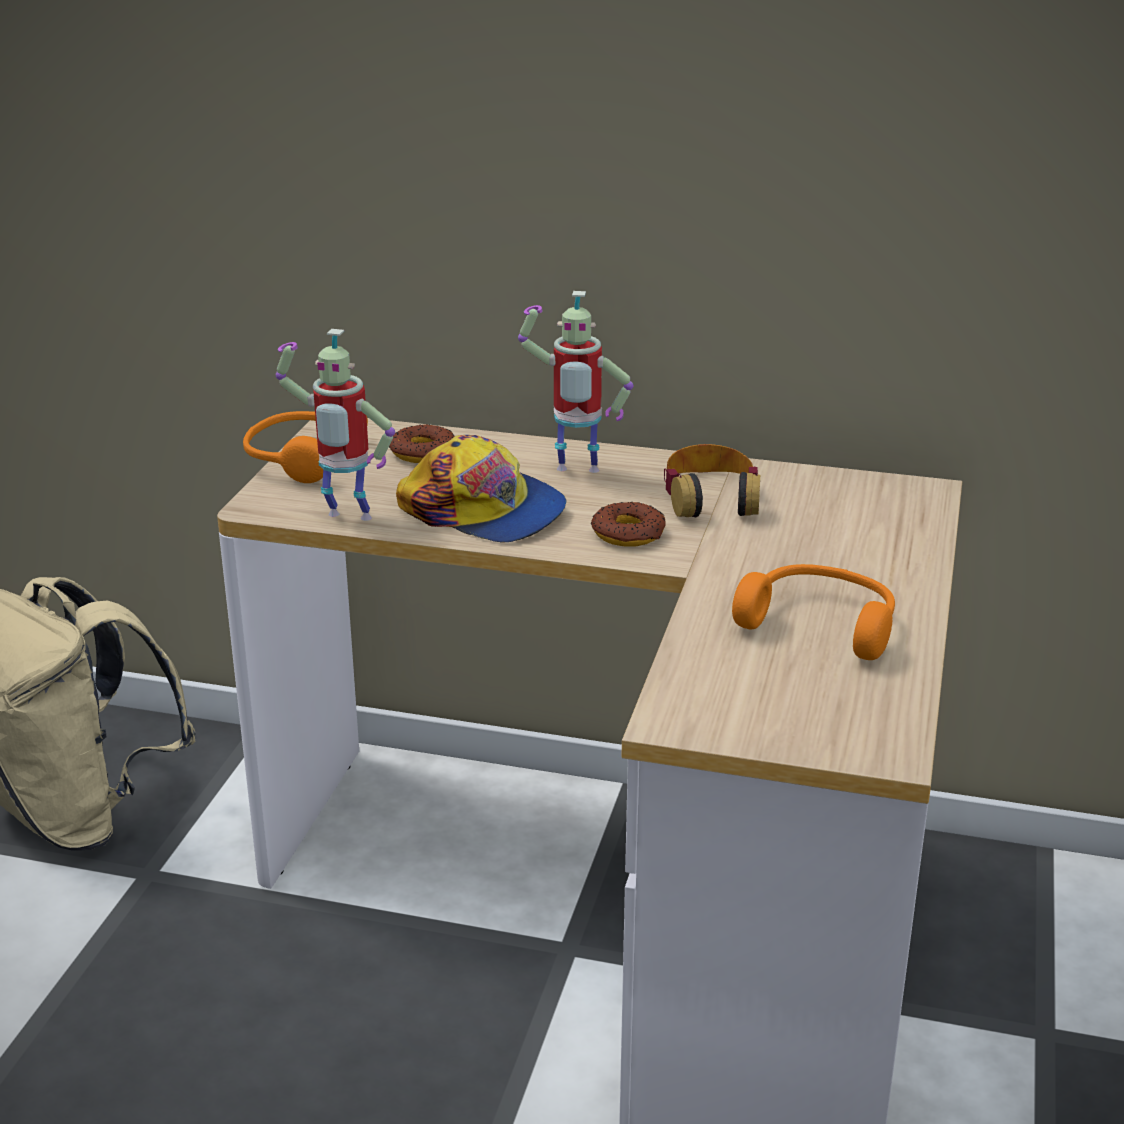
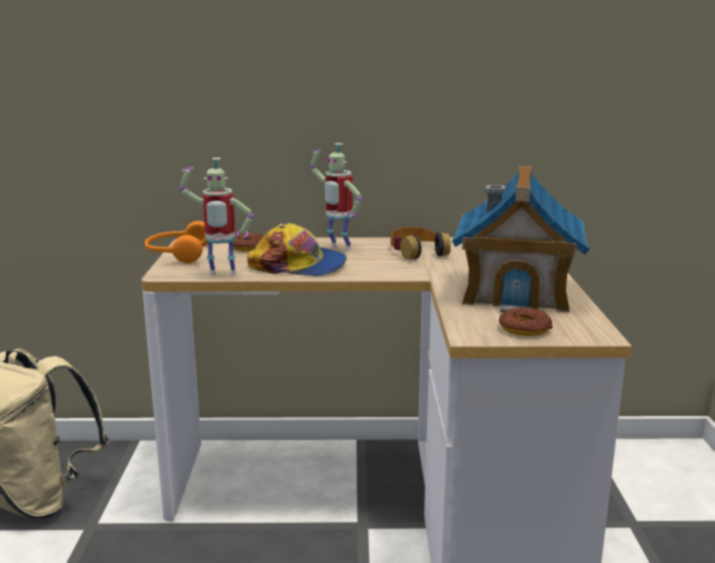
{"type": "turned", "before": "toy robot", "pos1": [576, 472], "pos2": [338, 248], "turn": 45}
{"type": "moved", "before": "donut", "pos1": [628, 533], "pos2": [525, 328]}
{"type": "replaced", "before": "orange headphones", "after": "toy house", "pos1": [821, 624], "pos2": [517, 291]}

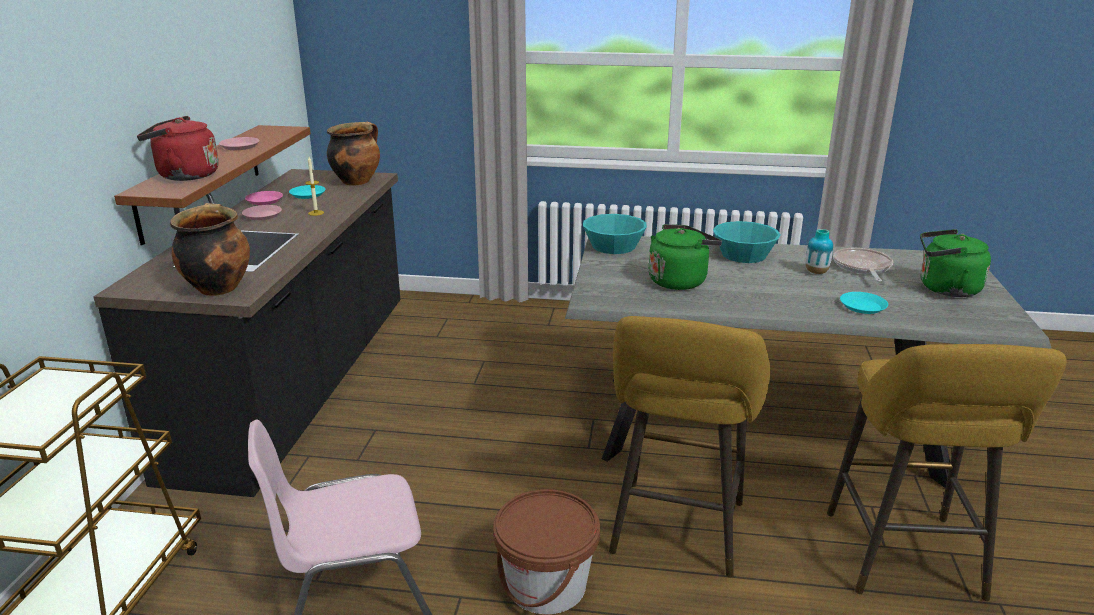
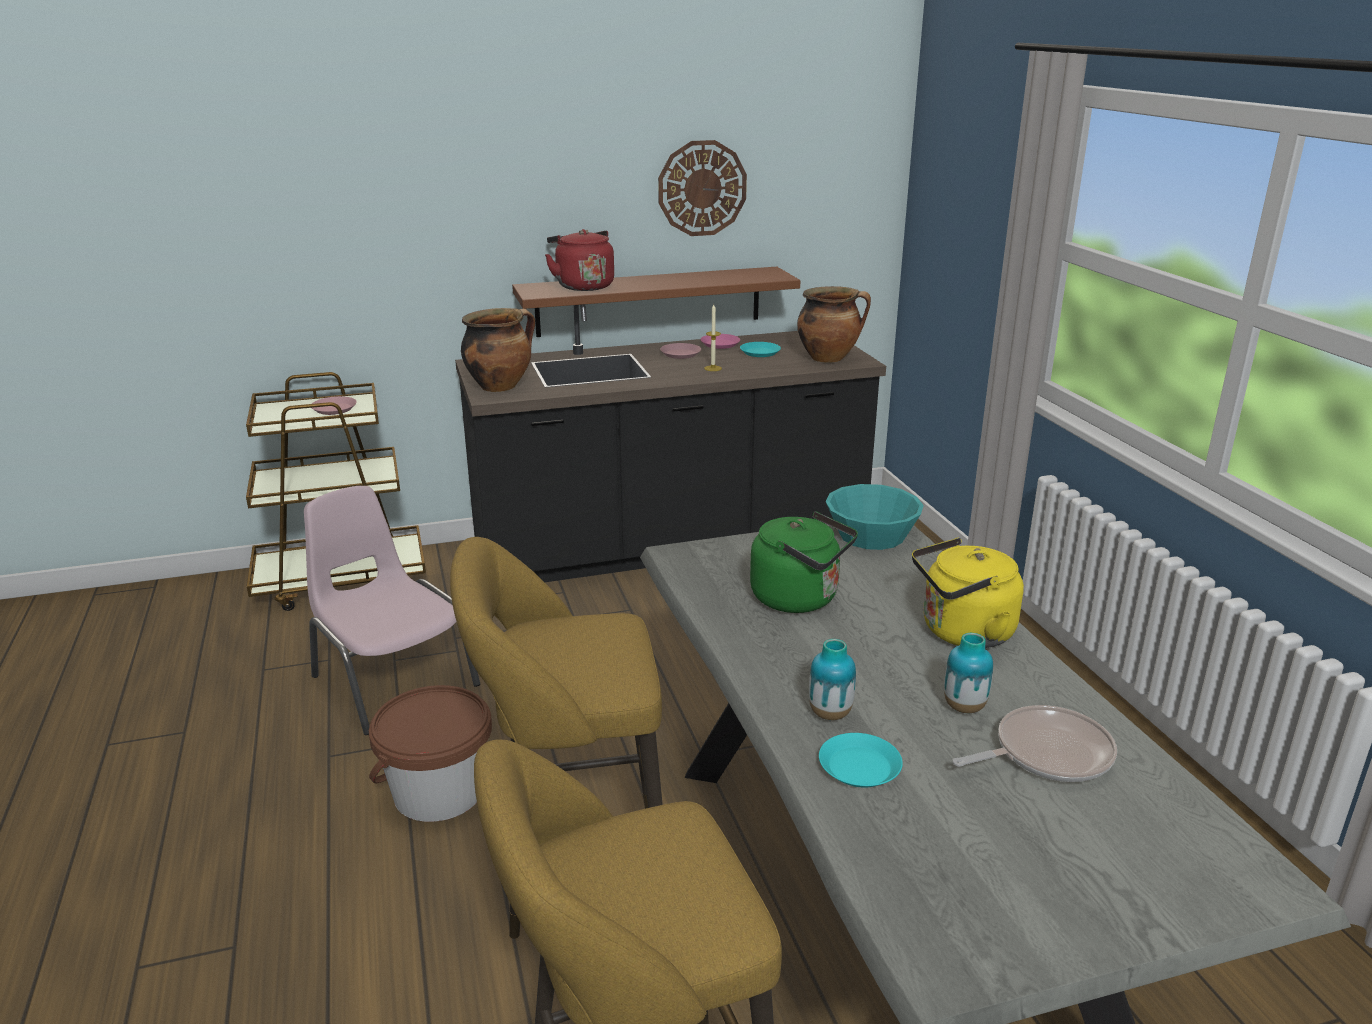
{"type": "moved", "before": "pink plate", "pos1": [240, 146], "pos2": [334, 409]}
{"type": "replaced", "before": "turquoise bowl", "after": "yellow kettle", "pos1": [744, 255], "pos2": [962, 633]}
{"type": "removed", "before": "green kettle", "pos1": [945, 289]}
{"type": "added", "after": "wall clock", "pos2": [702, 188]}
{"type": "added", "after": "vase", "pos2": [830, 714]}

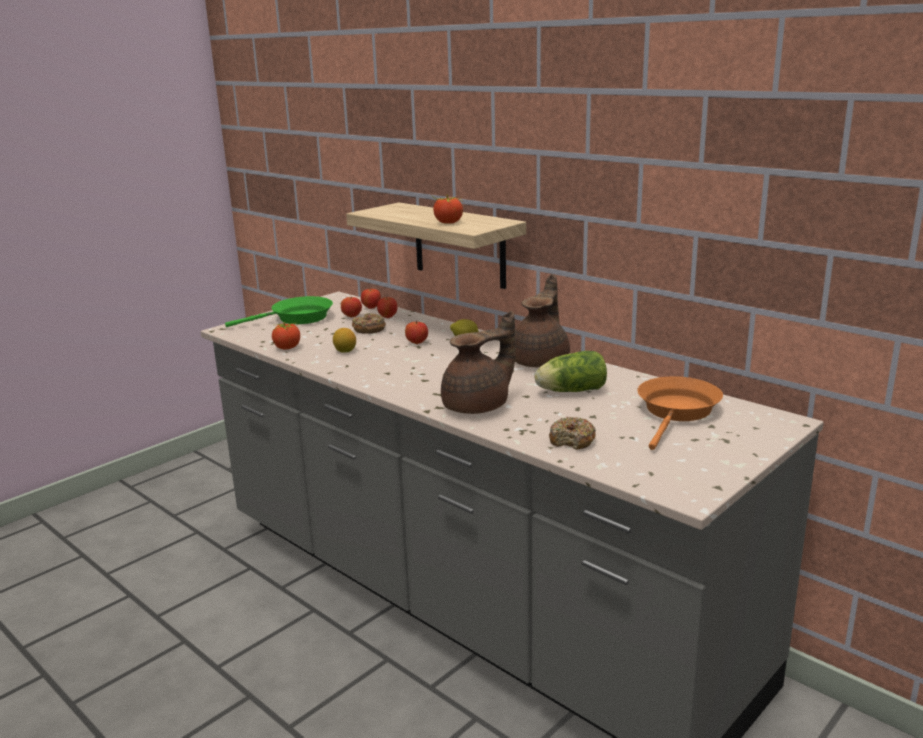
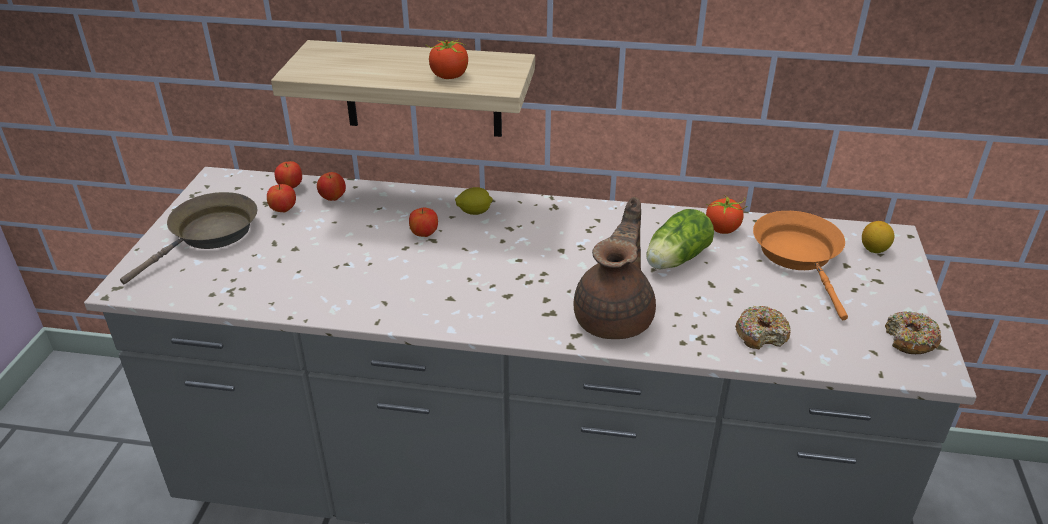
{"type": "recoloured", "before": "green frying pan", "after": "brown frying pan", "pos1": [297, 318], "pos2": [209, 235]}
{"type": "moved", "before": "tomato", "pos1": [287, 347], "pos2": [722, 229]}
{"type": "moved", "before": "lemon", "pos1": [345, 351], "pos2": [874, 249]}
{"type": "moved", "before": "donut", "pos1": [369, 329], "pos2": [910, 340]}
{"type": "removed", "before": "brown teapot", "pos1": [542, 361]}

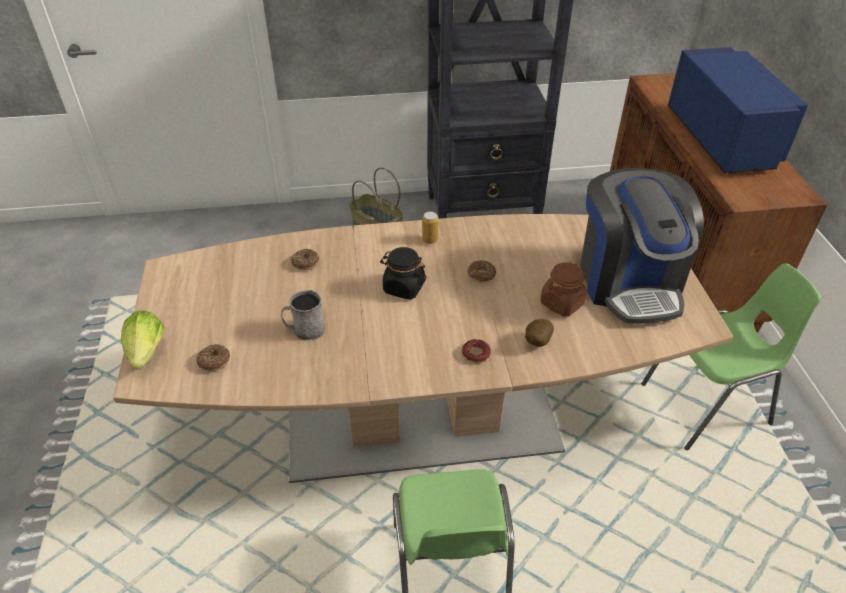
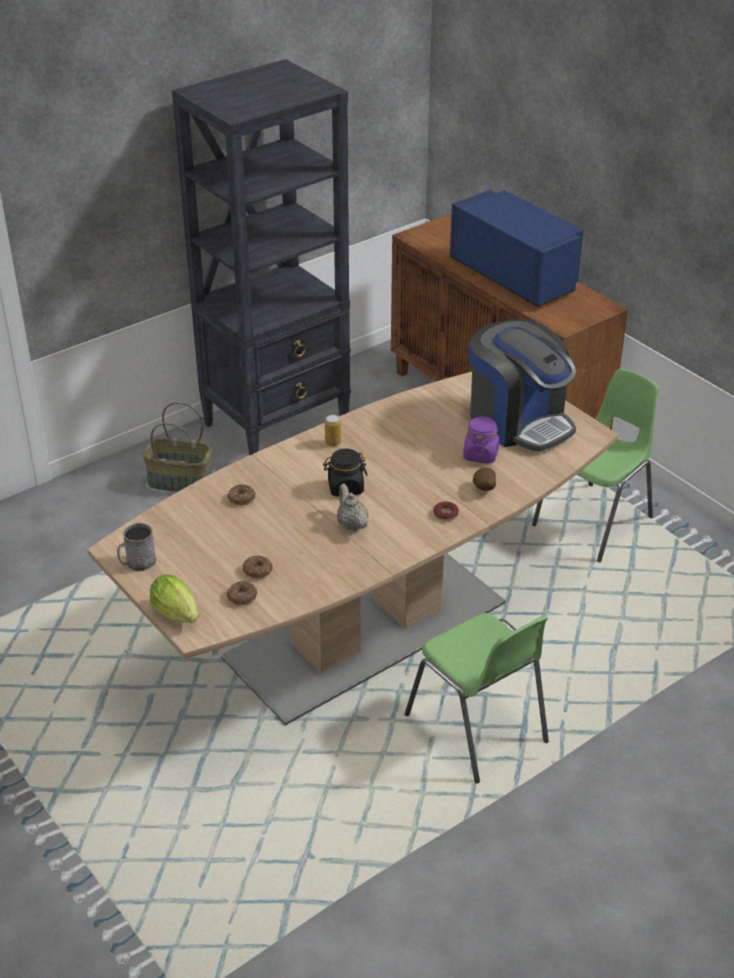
{"type": "moved", "before": "grey mug", "pos1": [305, 330], "pos2": [137, 563]}
{"type": "moved", "before": "donut", "pos1": [481, 275], "pos2": [257, 571]}
{"type": "recoloured", "before": "brown jar", "after": "purple jar", "pos1": [562, 303], "pos2": [480, 454]}
{"type": "added", "after": "beige teapot", "pos2": [351, 524]}

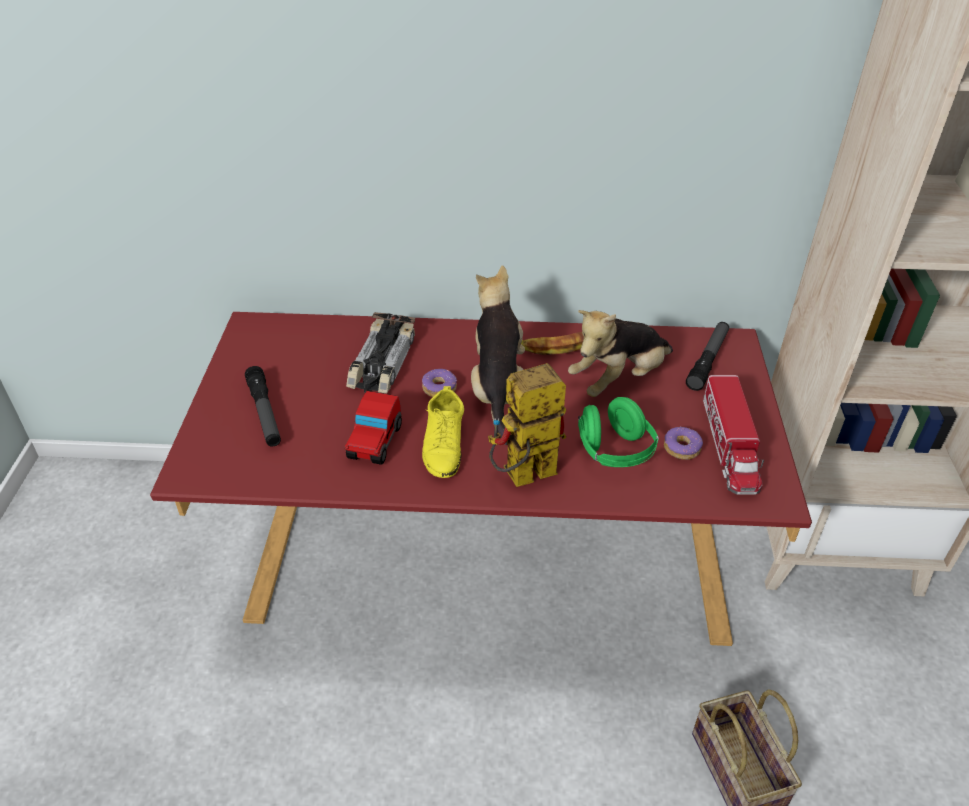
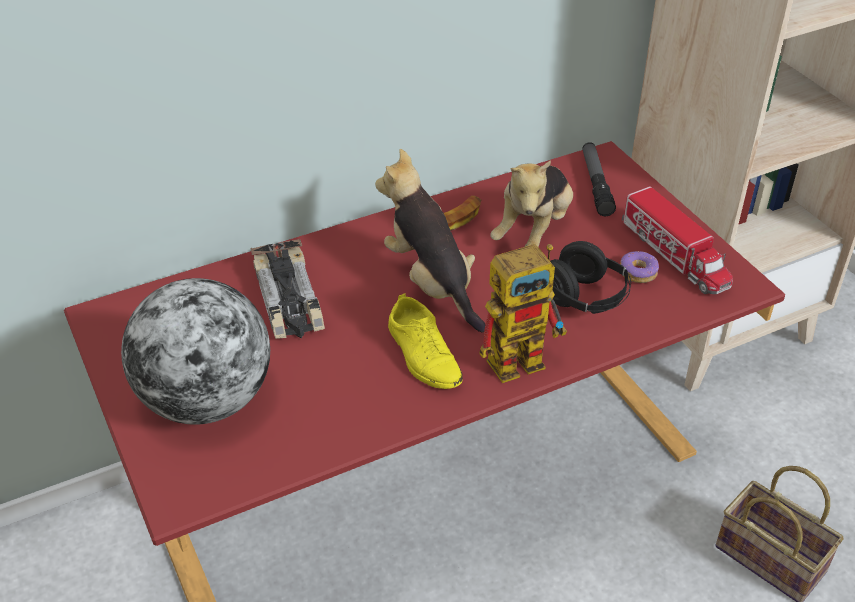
{"type": "replaced", "before": "flashlight", "after": "globe", "pos1": [265, 413], "pos2": [207, 401]}
{"type": "removed", "before": "toy car", "pos1": [375, 442]}
{"type": "removed", "before": "donut", "pos1": [439, 388]}
{"type": "turned", "before": "toy robot", "pos1": [522, 478], "pos2": [524, 357], "turn": -150}
{"type": "recoloured", "before": "green headphones", "after": "black headphones", "pos1": [614, 451], "pos2": [585, 299]}

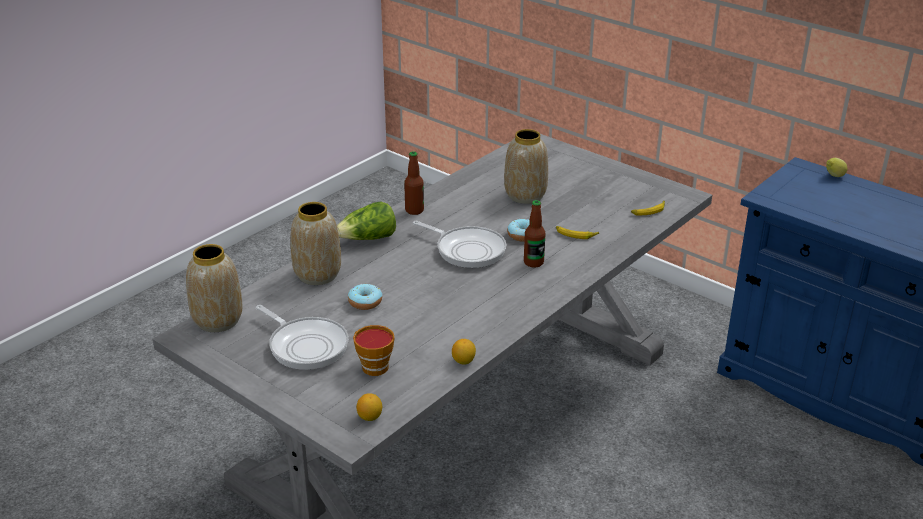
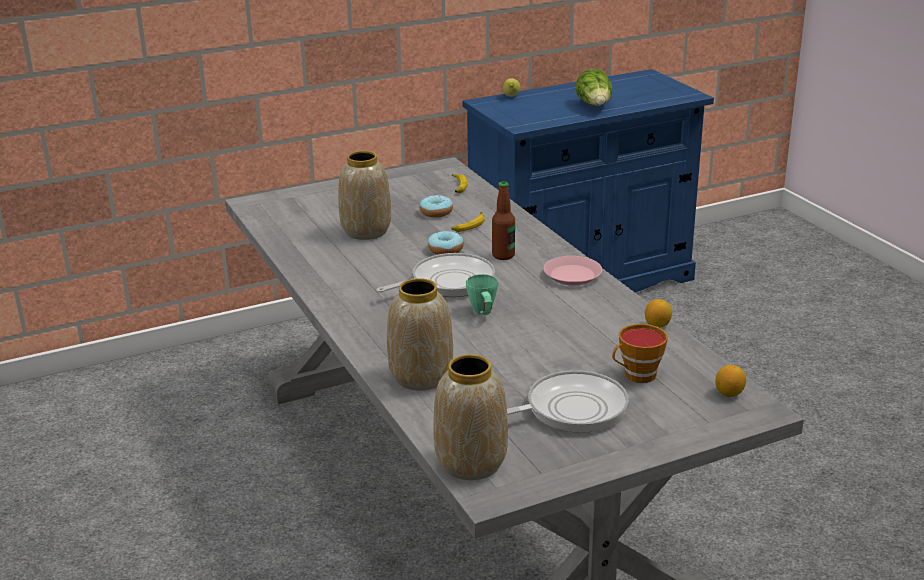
{"type": "moved", "before": "lettuce", "pos1": [368, 239], "pos2": [595, 106]}
{"type": "moved", "before": "donut", "pos1": [365, 302], "pos2": [436, 212]}
{"type": "removed", "before": "bottle", "pos1": [414, 210]}
{"type": "added", "after": "green mug", "pos2": [483, 314]}
{"type": "added", "after": "pink plate", "pos2": [572, 275]}

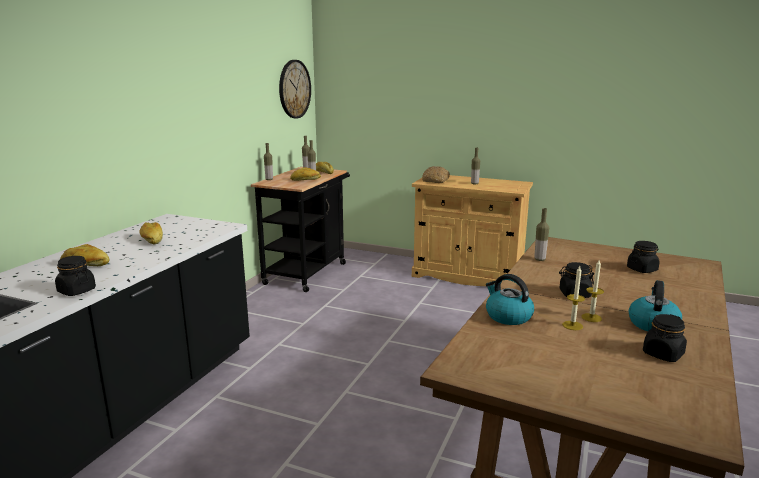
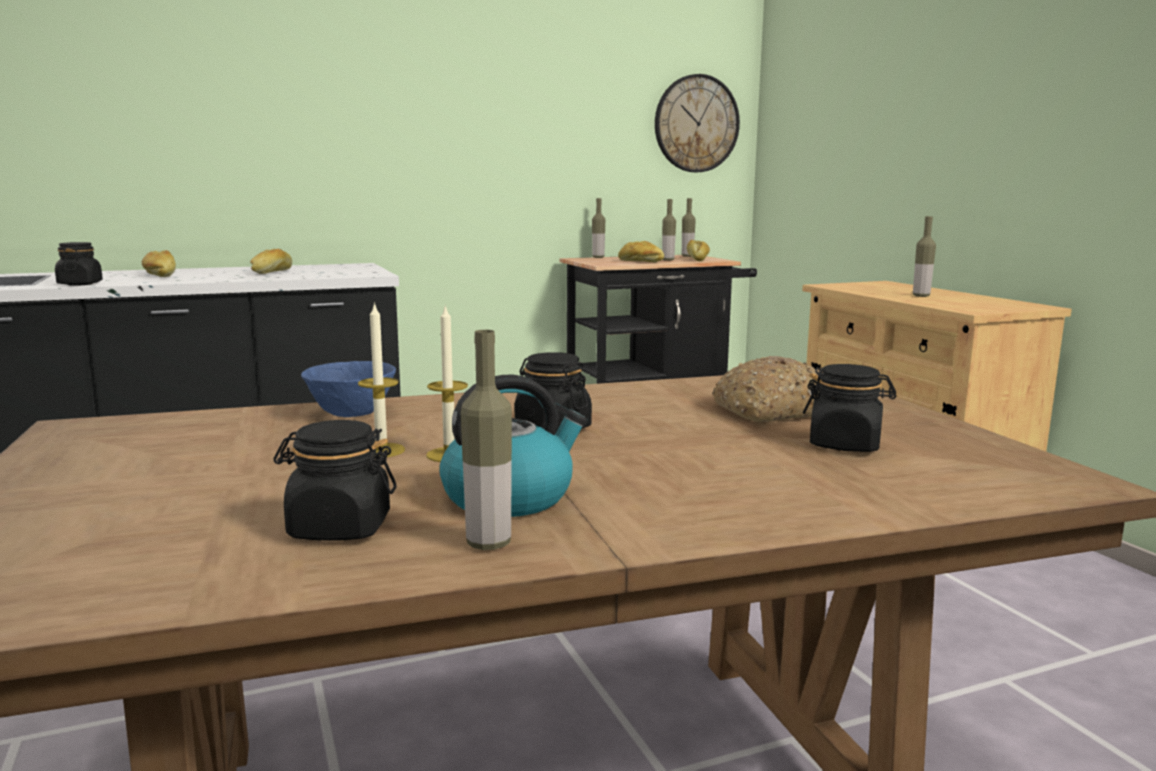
{"type": "moved", "before": "bread", "pos1": [436, 180], "pos2": [772, 411]}
{"type": "replaced", "before": "kettle", "after": "blue bowl", "pos1": [507, 316], "pos2": [351, 415]}
{"type": "moved", "before": "bottle", "pos1": [539, 259], "pos2": [488, 543]}

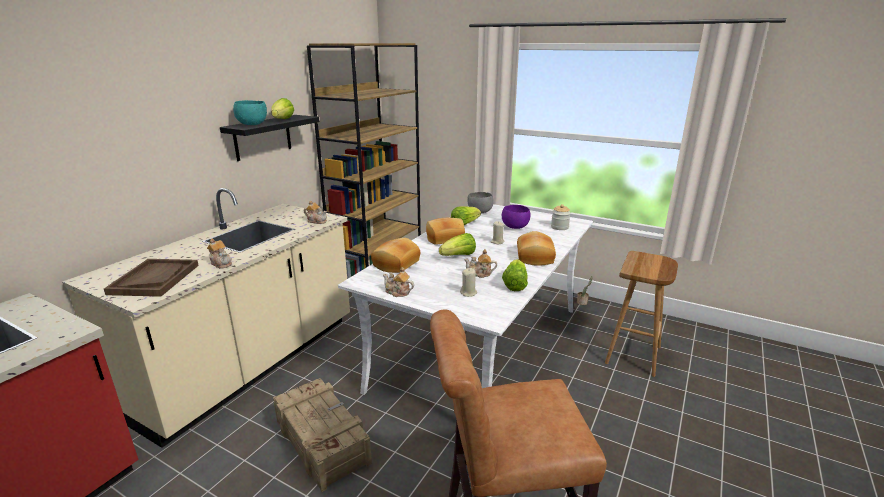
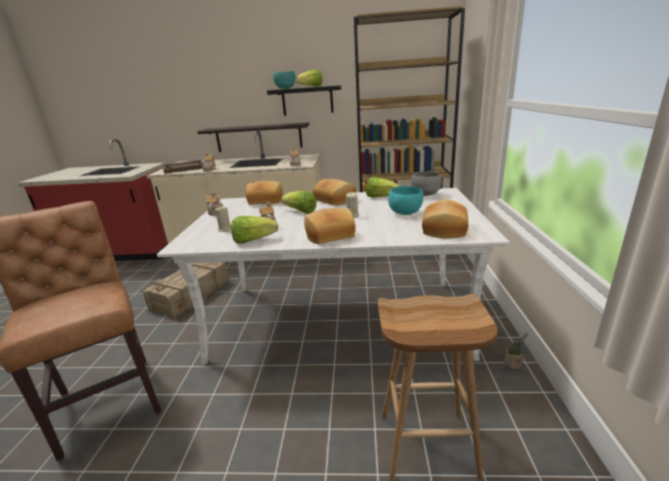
{"type": "recoloured", "before": "purple bowl", "after": "turquoise bowl", "pos1": [515, 227], "pos2": [406, 213]}
{"type": "replaced", "before": "jar", "after": "bread", "pos1": [559, 227], "pos2": [443, 229]}
{"type": "added", "after": "shelf", "pos2": [258, 137]}

